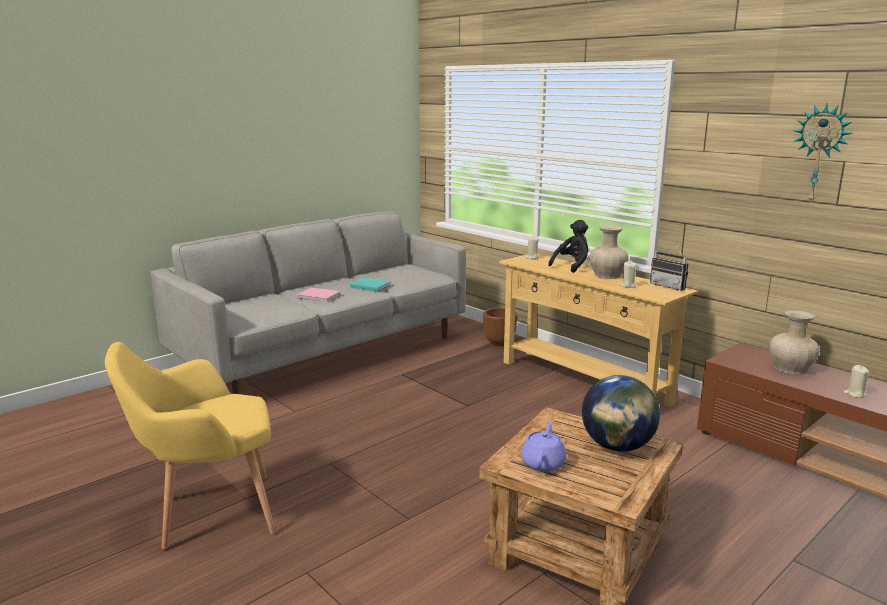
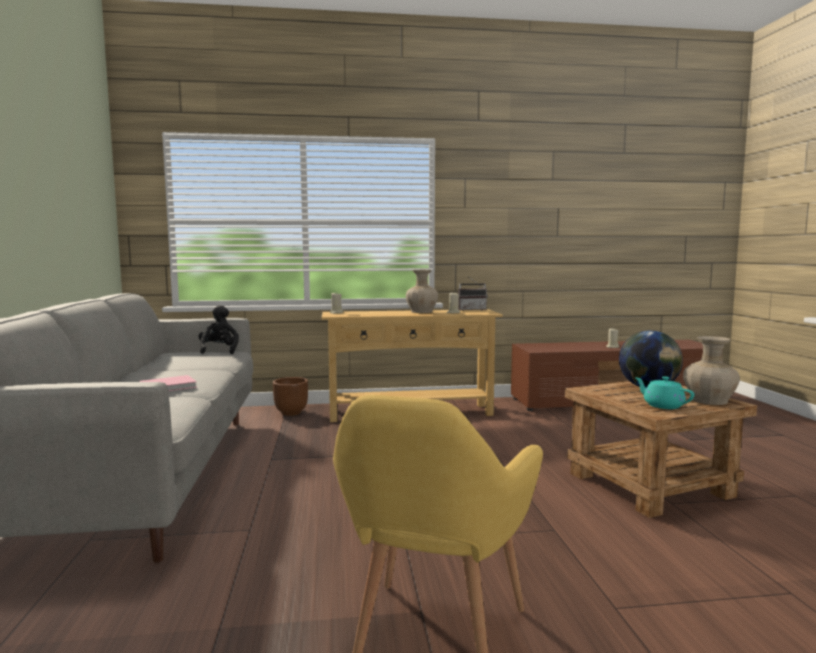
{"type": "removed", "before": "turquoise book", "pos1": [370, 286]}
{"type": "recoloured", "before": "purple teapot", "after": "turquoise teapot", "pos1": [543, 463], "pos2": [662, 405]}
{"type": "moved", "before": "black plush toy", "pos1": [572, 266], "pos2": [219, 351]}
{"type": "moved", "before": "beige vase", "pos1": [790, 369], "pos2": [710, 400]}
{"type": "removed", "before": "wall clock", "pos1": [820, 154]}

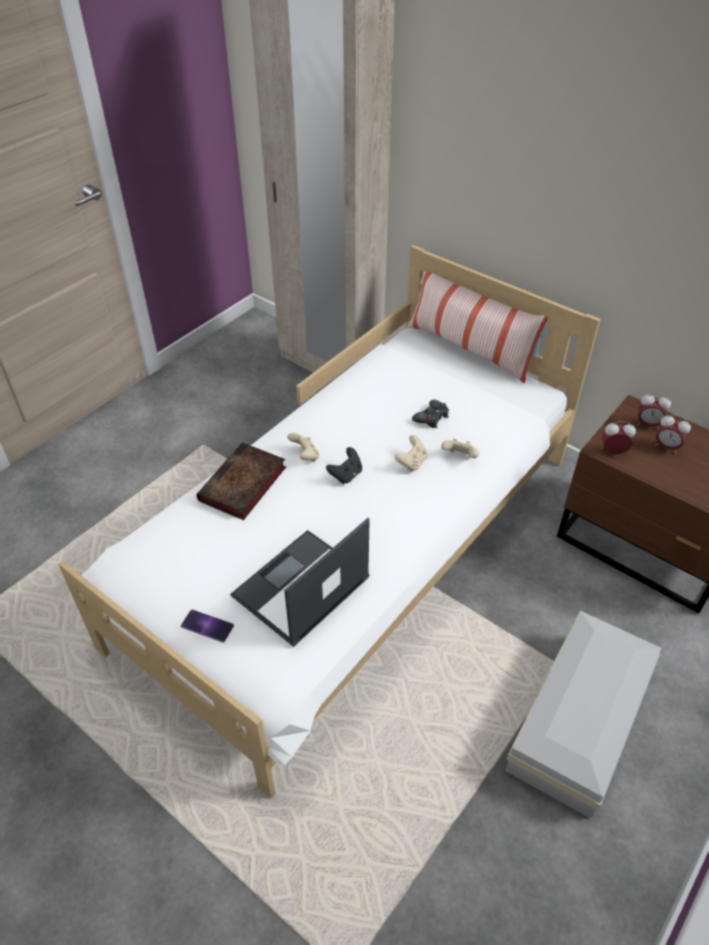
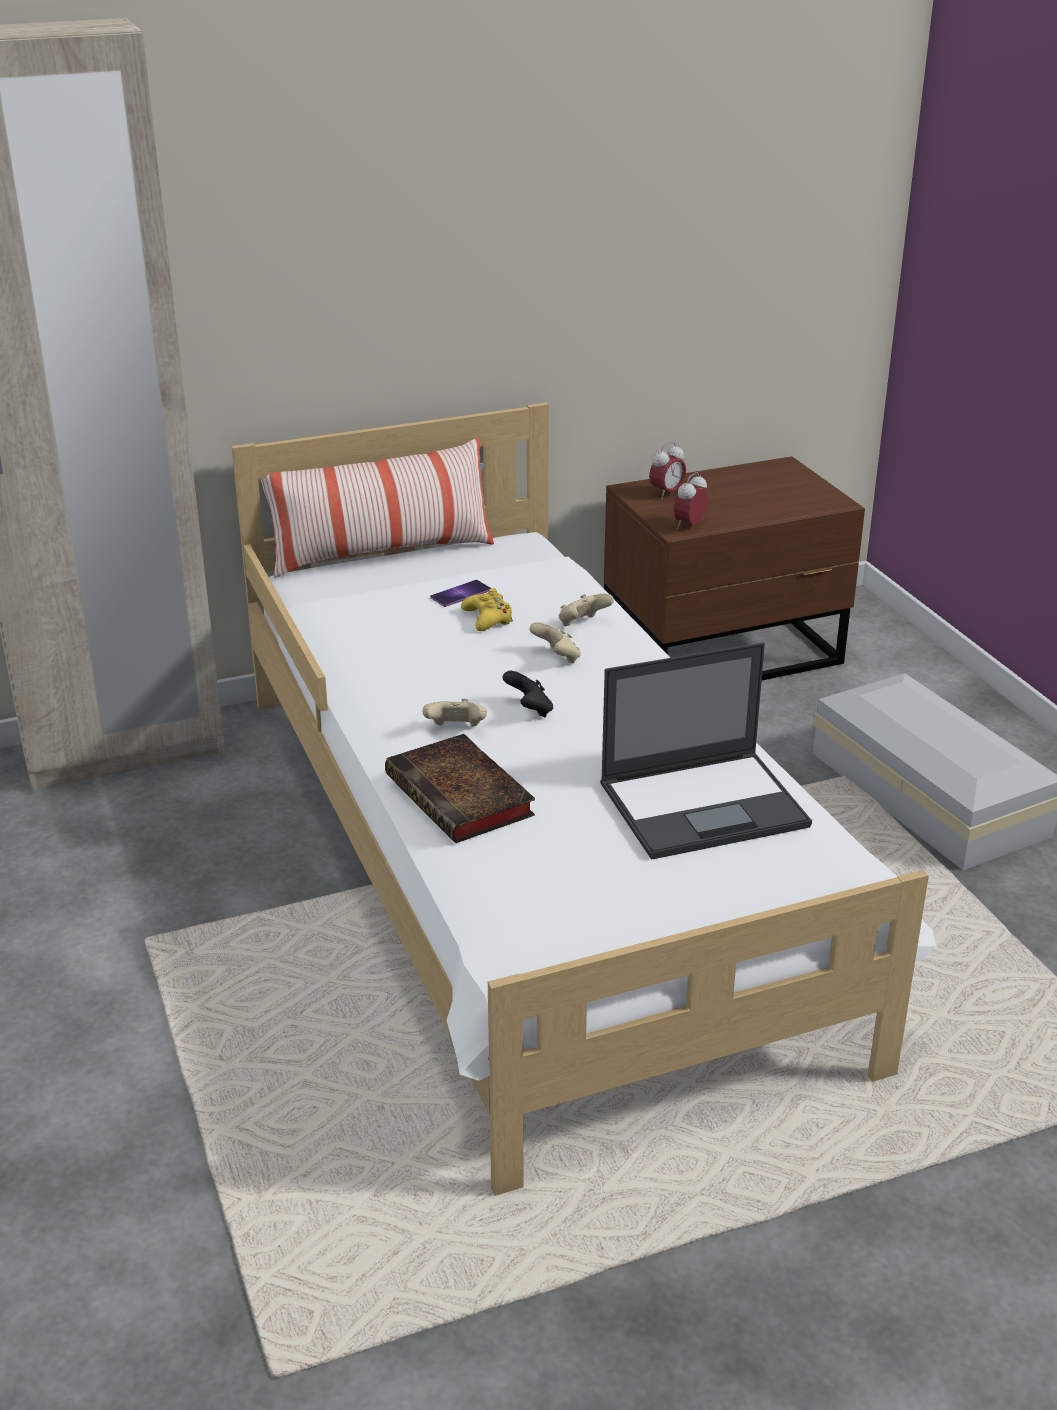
{"type": "moved", "before": "phone", "pos1": [207, 626], "pos2": [460, 594]}
{"type": "turned", "before": "laptop", "pos1": [300, 588], "pos2": [705, 804], "turn": -90}
{"type": "recoloured", "before": "black game controller", "after": "yellow game controller", "pos1": [431, 418], "pos2": [488, 619]}
{"type": "removed", "before": "alarm clock", "pos1": [666, 447]}

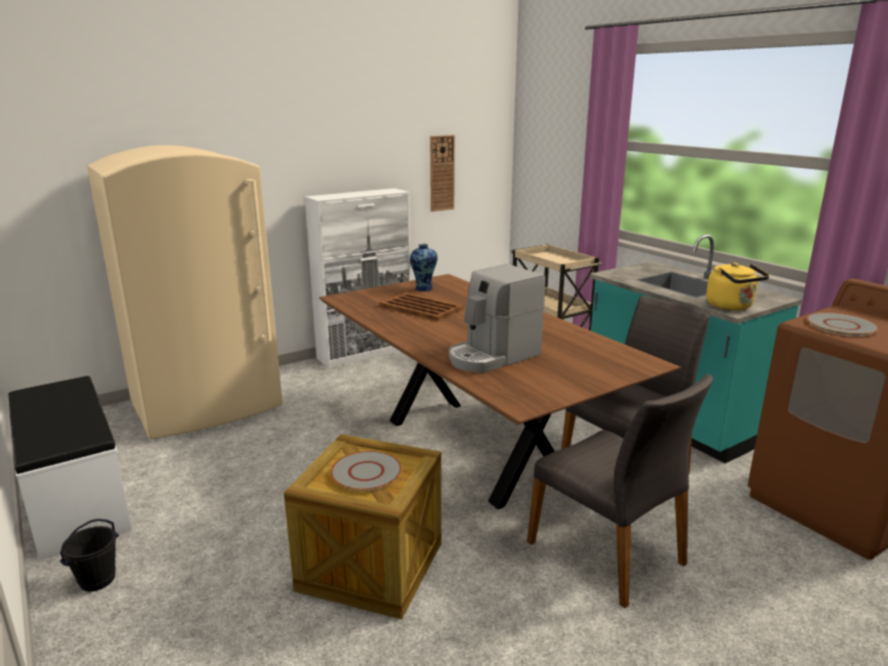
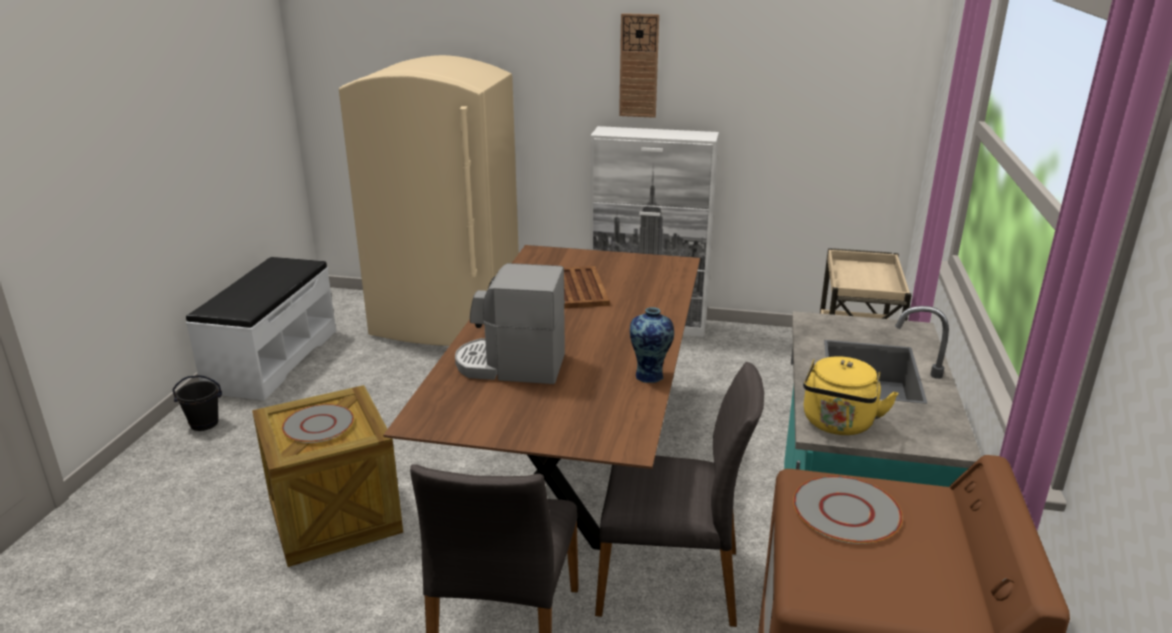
{"type": "moved", "before": "vase", "pos1": [424, 288], "pos2": [650, 375]}
{"type": "moved", "before": "wall clock", "pos1": [441, 173], "pos2": [639, 66]}

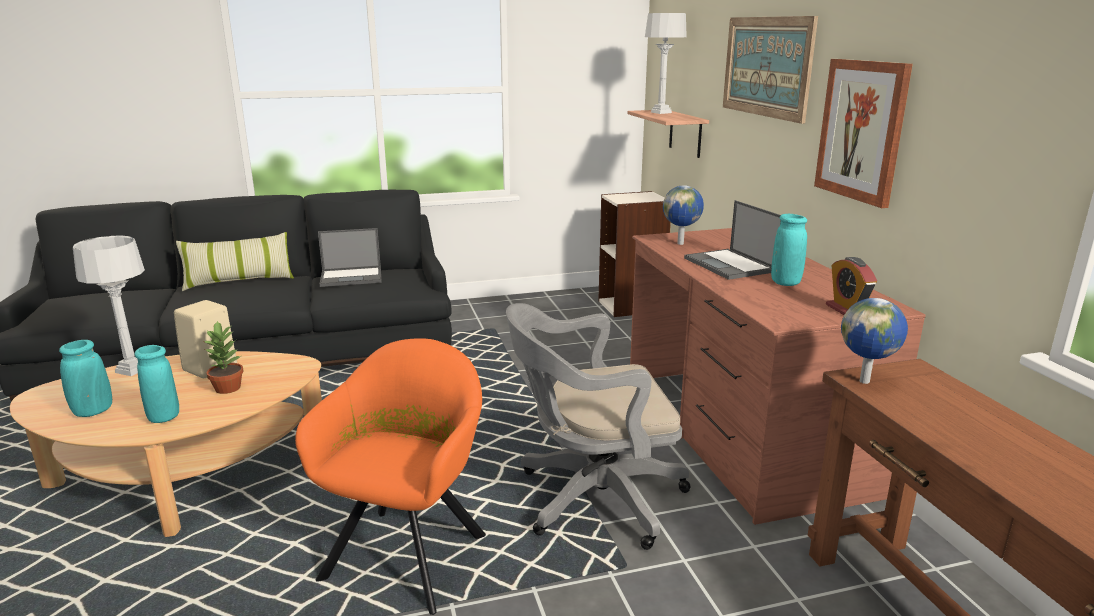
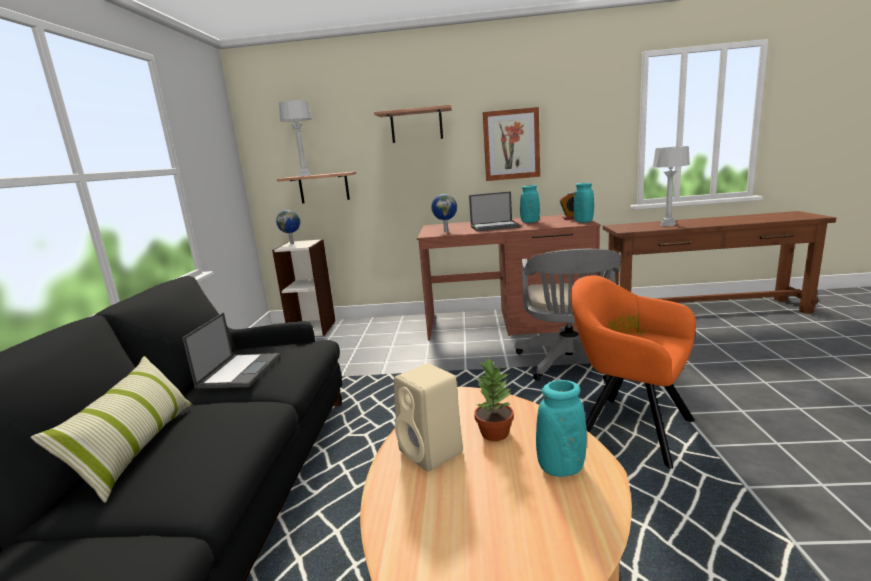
{"type": "moved", "before": "turquoise vase", "pos1": [93, 411], "pos2": [583, 222]}
{"type": "moved", "before": "grey table lamp", "pos1": [132, 370], "pos2": [667, 225]}
{"type": "replaced", "before": "picture", "after": "shelf", "pos1": [766, 66], "pos2": [416, 126]}
{"type": "moved", "before": "globe", "pos1": [866, 381], "pos2": [292, 243]}

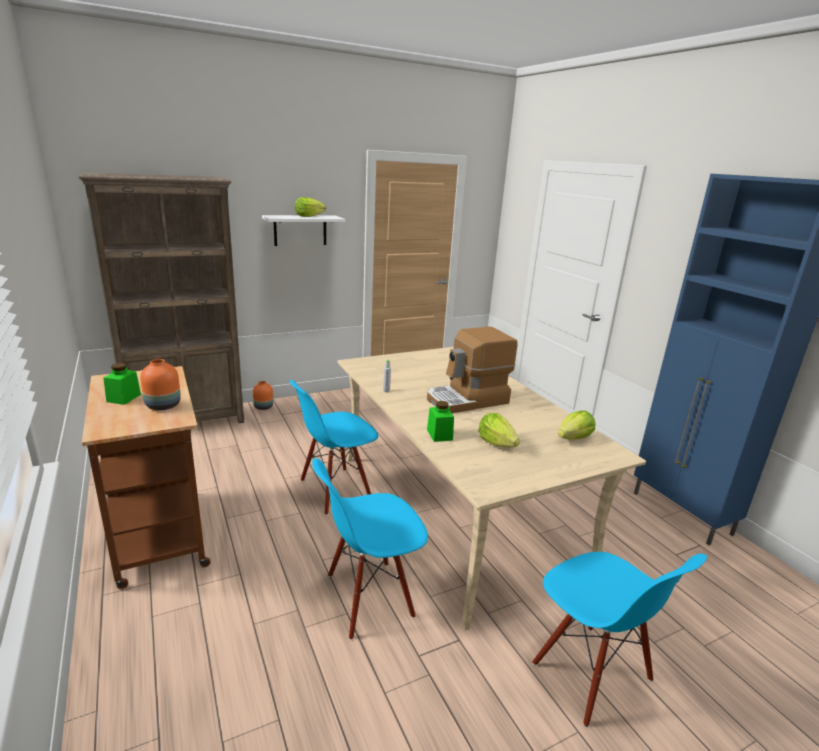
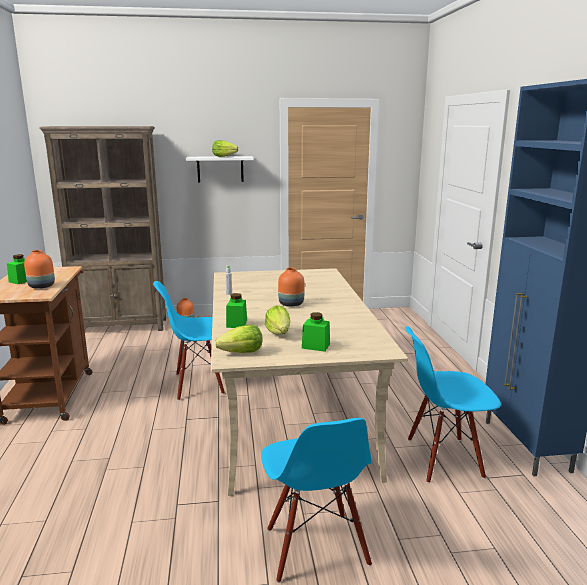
{"type": "moved", "before": "blue chair", "pos1": [369, 597], "pos2": [443, 459]}
{"type": "replaced", "before": "coffee machine", "after": "orange vase", "pos1": [467, 400], "pos2": [291, 304]}
{"type": "moved", "before": "lettuce", "pos1": [574, 438], "pos2": [242, 353]}
{"type": "added", "after": "green jar", "pos2": [316, 346]}

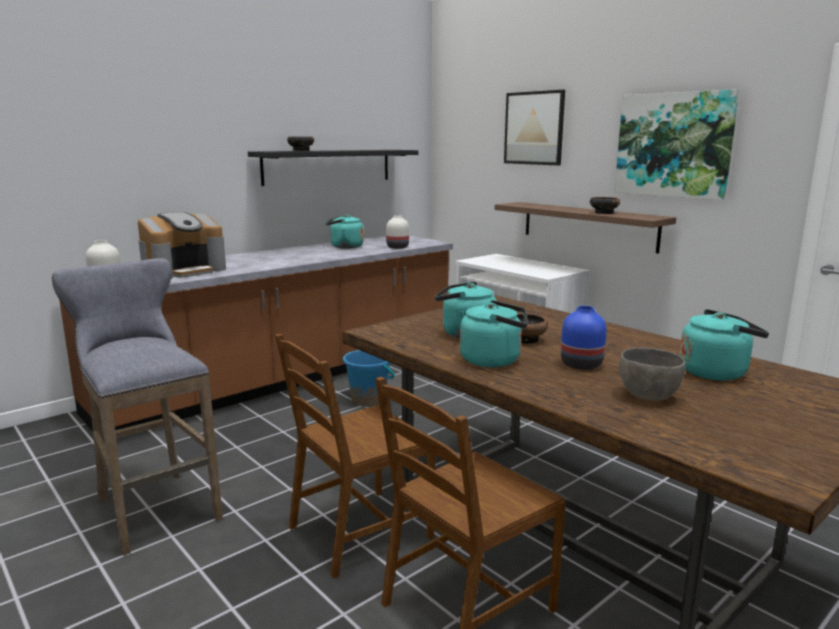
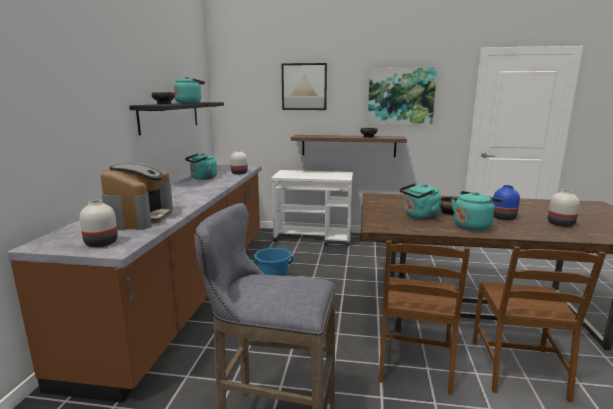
{"type": "replaced", "before": "grey bowl", "after": "white vase", "pos1": [647, 396], "pos2": [560, 224]}
{"type": "moved", "before": "turquoise kettle", "pos1": [716, 372], "pos2": [190, 103]}

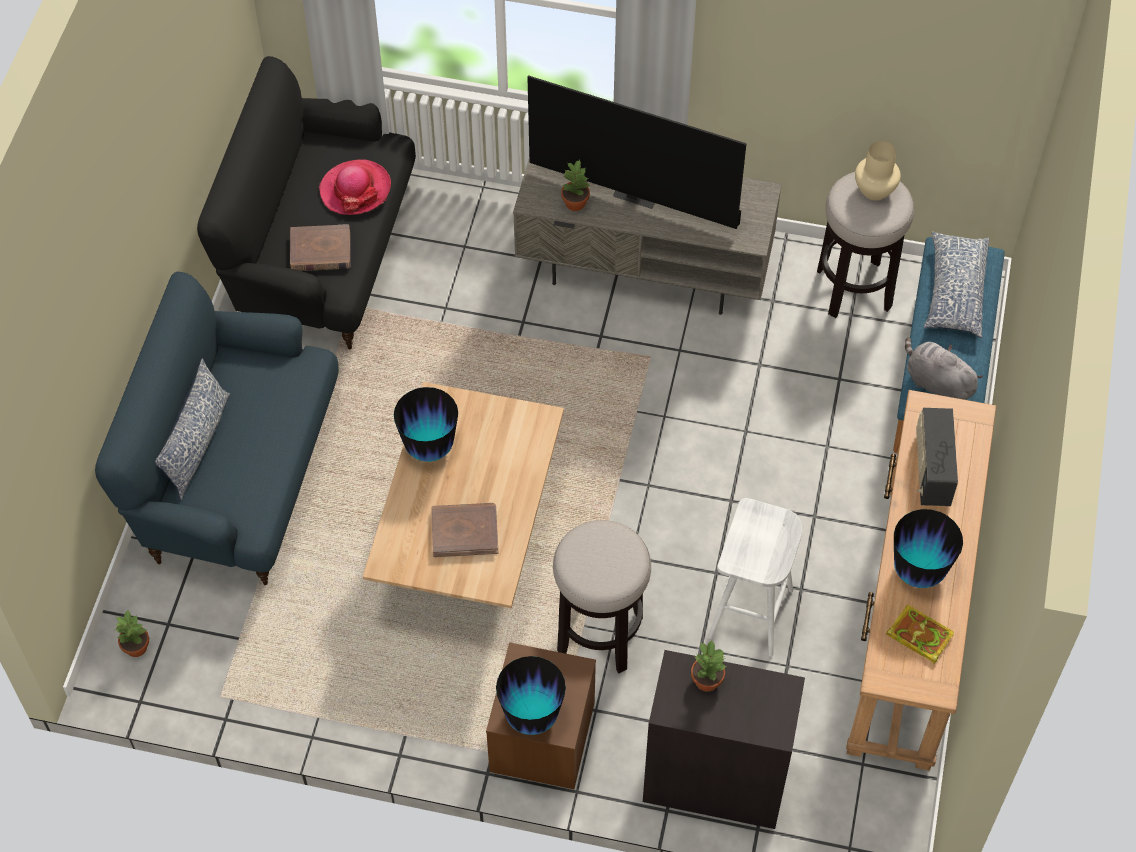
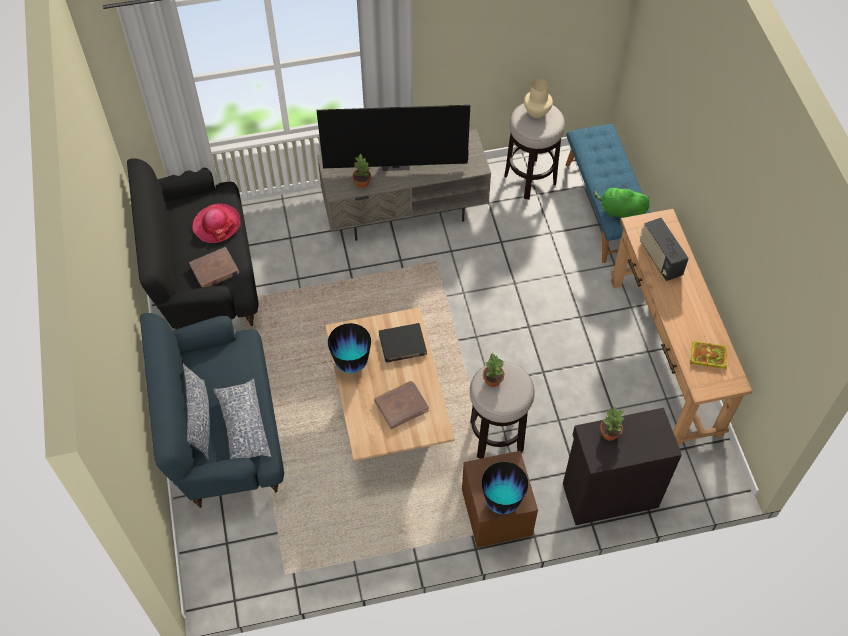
{"type": "moved", "before": "potted plant", "pos1": [136, 646], "pos2": [492, 380]}
{"type": "removed", "before": "white stool", "pos1": [751, 614]}
{"type": "removed", "before": "vase", "pos1": [918, 572]}
{"type": "recoloured", "before": "grey plush toy", "after": "green plush toy", "pos1": [936, 383], "pos2": [620, 211]}
{"type": "moved", "before": "pillow", "pos1": [954, 291], "pos2": [243, 426]}
{"type": "added", "after": "black book", "pos2": [402, 345]}

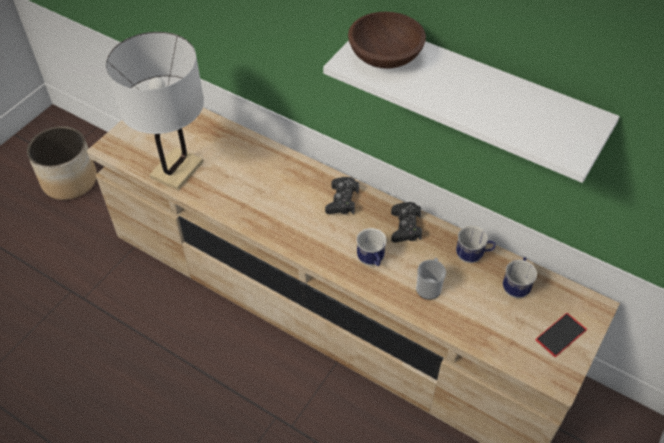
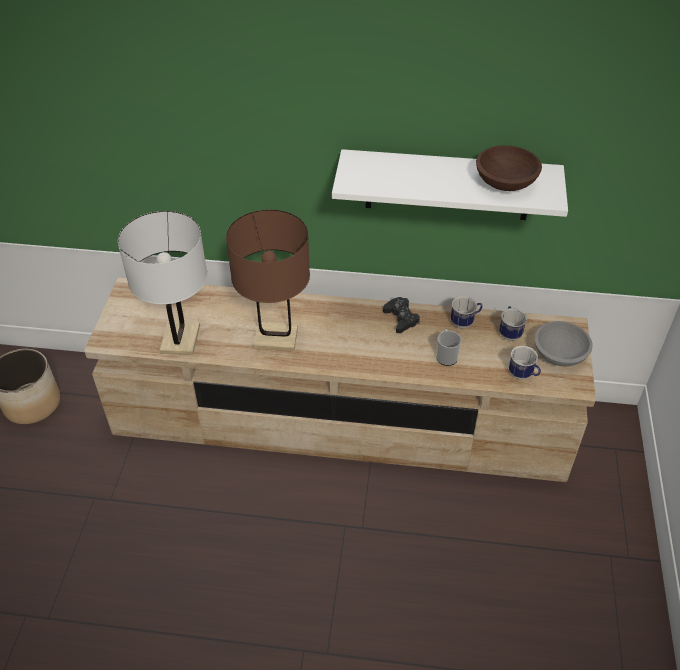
{"type": "removed", "before": "black game controller", "pos1": [342, 200]}
{"type": "moved", "before": "brown bowl", "pos1": [385, 56], "pos2": [505, 182]}
{"type": "moved", "before": "mug", "pos1": [371, 261], "pos2": [523, 375]}
{"type": "replaced", "before": "phone", "after": "grey bowl", "pos1": [560, 334], "pos2": [560, 354]}
{"type": "added", "after": "brown table lamp", "pos2": [276, 337]}

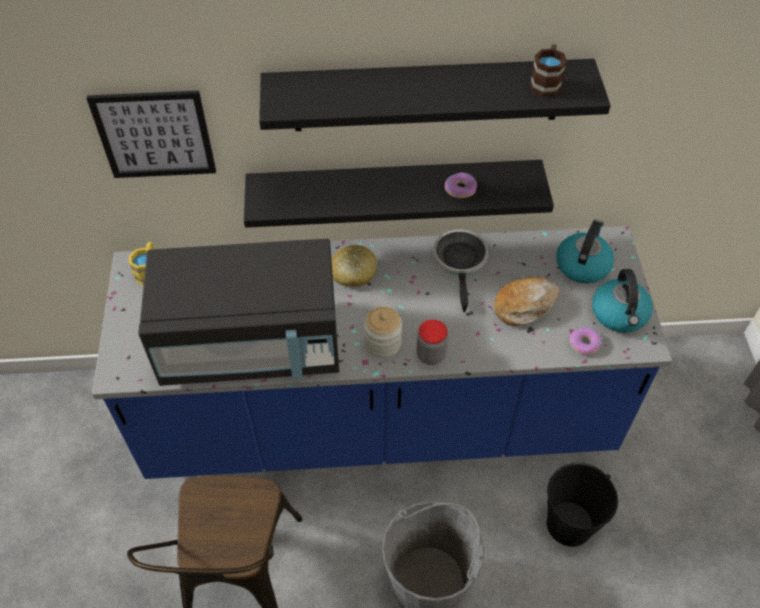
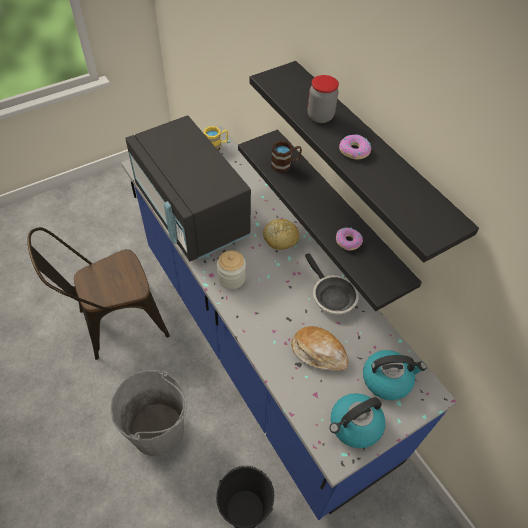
{"type": "removed", "before": "picture", "pos1": [154, 134]}
{"type": "moved", "before": "jar", "pos1": [430, 355], "pos2": [320, 116]}
{"type": "turned", "before": "frying pan", "pos1": [460, 262], "pos2": [331, 296], "turn": 90}
{"type": "moved", "before": "brown mug", "pos1": [546, 82], "pos2": [285, 164]}
{"type": "moved", "before": "donut", "pos1": [585, 344], "pos2": [354, 151]}

